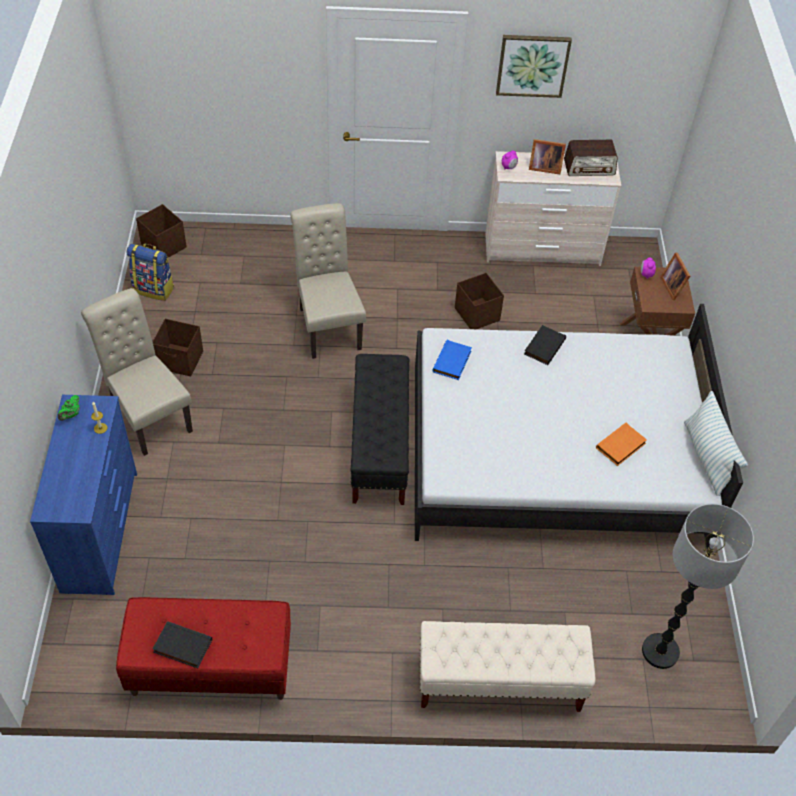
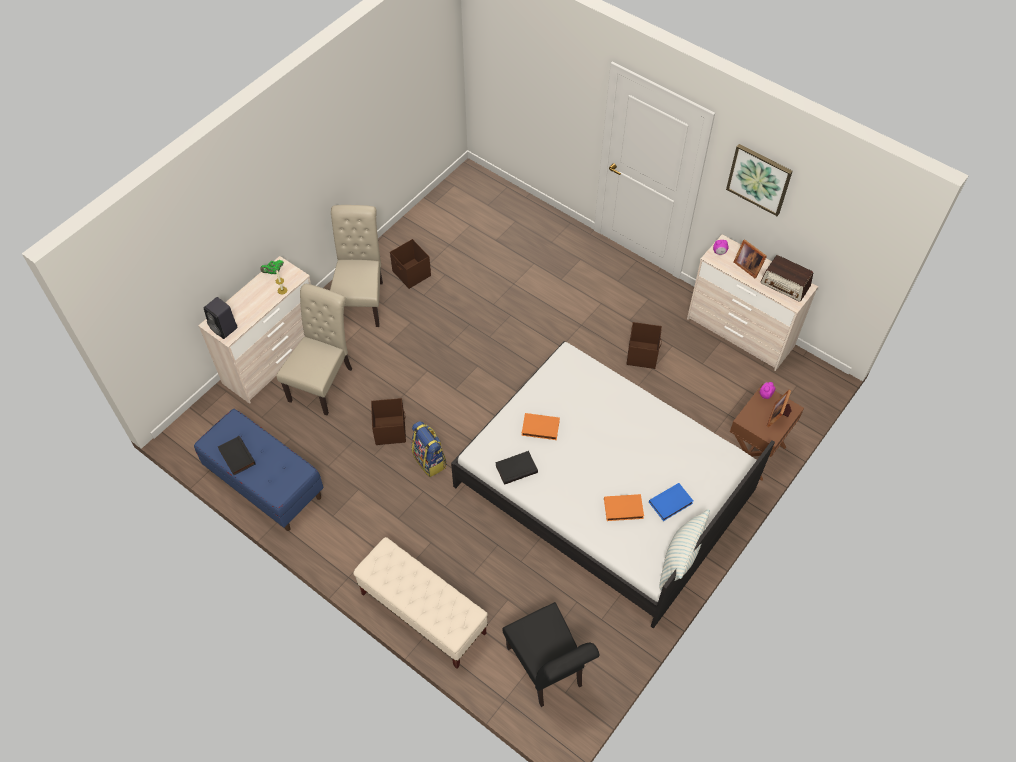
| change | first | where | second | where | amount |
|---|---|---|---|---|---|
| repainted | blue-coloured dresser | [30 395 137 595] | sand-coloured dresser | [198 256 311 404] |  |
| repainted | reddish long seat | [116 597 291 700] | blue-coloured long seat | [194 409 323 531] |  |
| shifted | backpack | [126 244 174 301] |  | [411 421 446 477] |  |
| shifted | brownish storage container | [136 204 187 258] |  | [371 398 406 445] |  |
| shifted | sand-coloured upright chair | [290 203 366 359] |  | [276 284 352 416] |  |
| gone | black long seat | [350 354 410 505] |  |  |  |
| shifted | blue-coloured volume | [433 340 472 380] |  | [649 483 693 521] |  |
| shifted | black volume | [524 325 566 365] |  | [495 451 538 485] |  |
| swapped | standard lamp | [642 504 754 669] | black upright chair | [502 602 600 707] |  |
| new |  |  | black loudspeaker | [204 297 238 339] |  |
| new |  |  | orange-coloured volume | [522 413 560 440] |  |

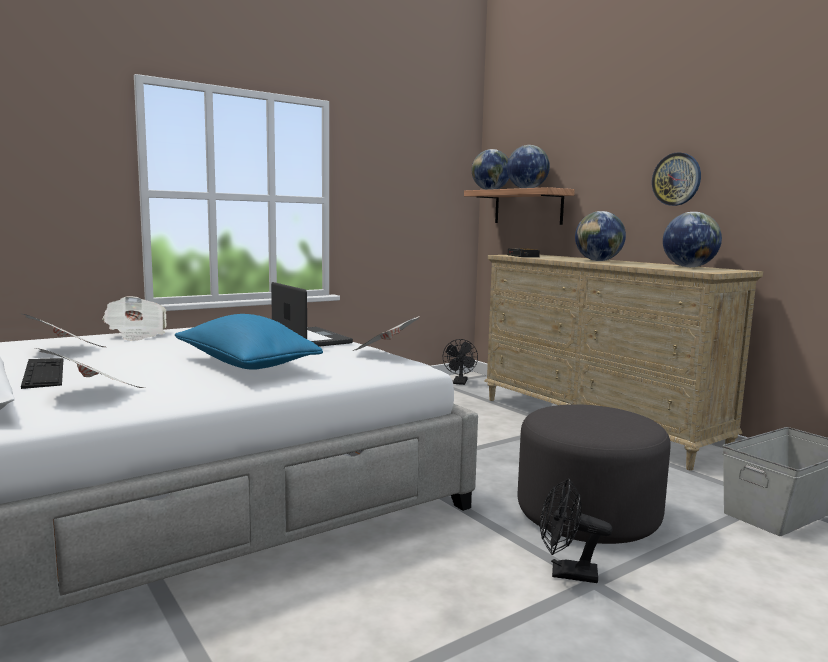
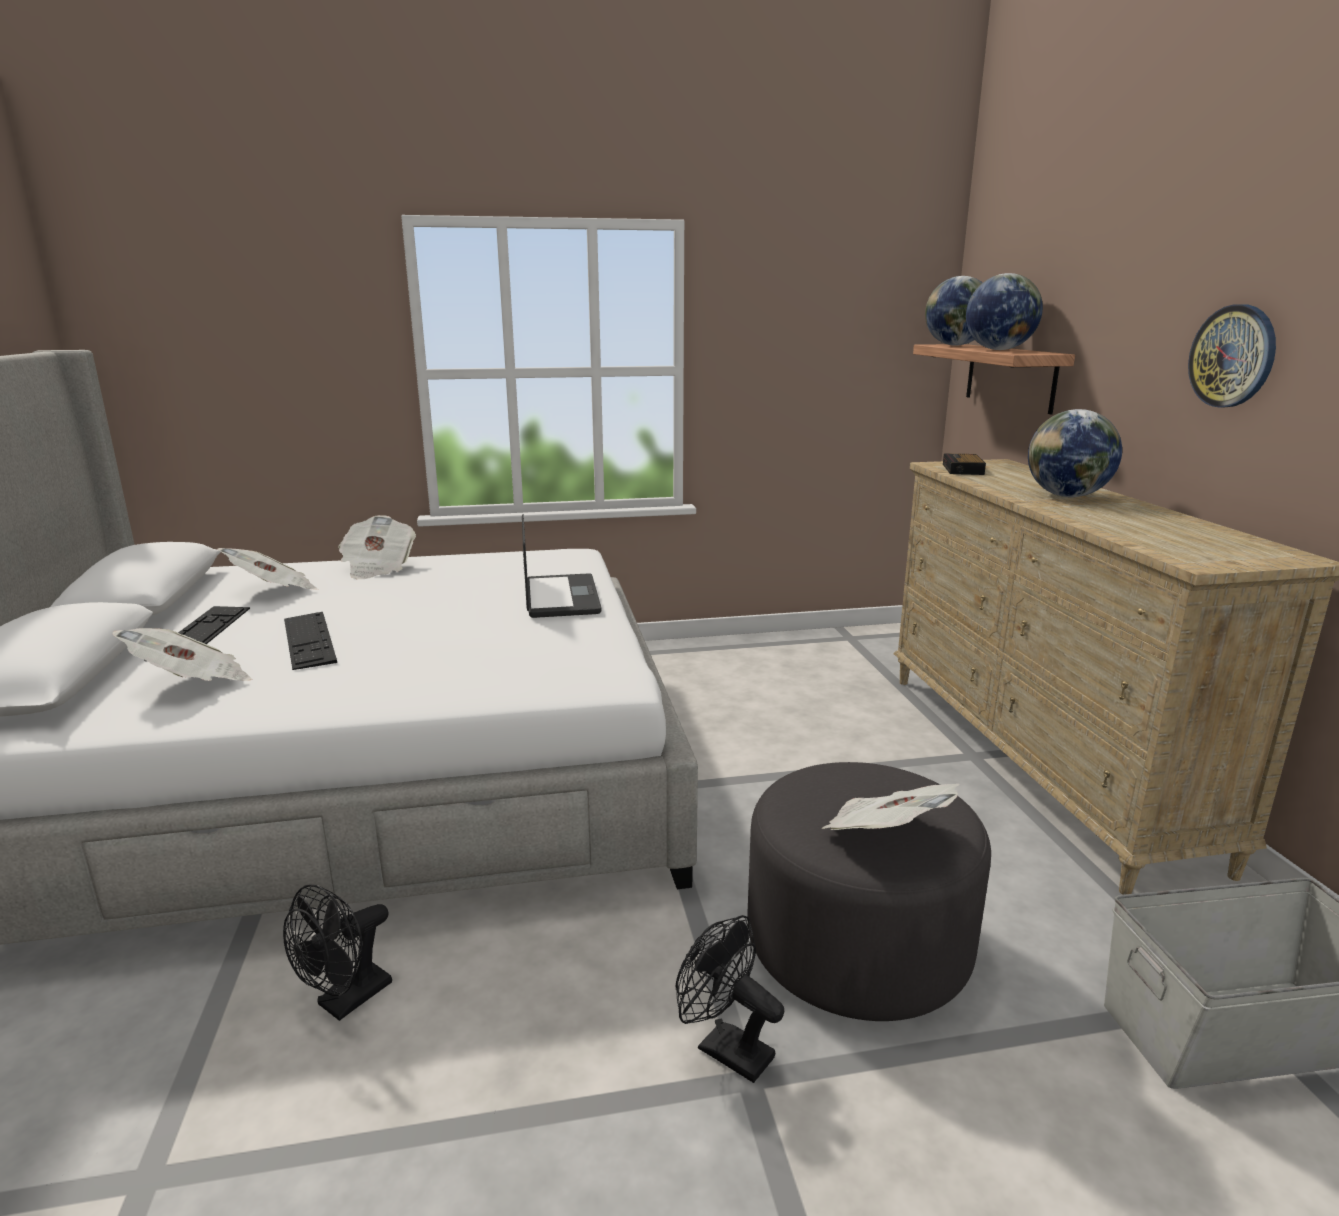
| change | first | where | second | where | amount |
|---|---|---|---|---|---|
| gone | blue-coloured pillow | [175 314 323 369] |  |  |  |
| shifted | newspaper | [353 316 419 351] |  | [821 784 960 830] |  |
| shifted | black cooling fan | [443 339 478 385] |  | [283 884 392 1021] |  |
| gone | desk globe | [663 212 722 267] |  |  |  |
| new |  |  | PC keyboard | [284 612 337 670] |  |

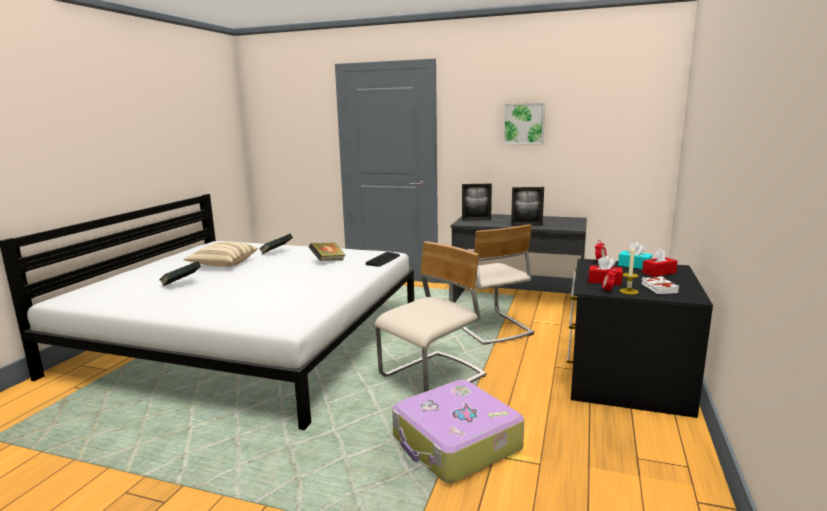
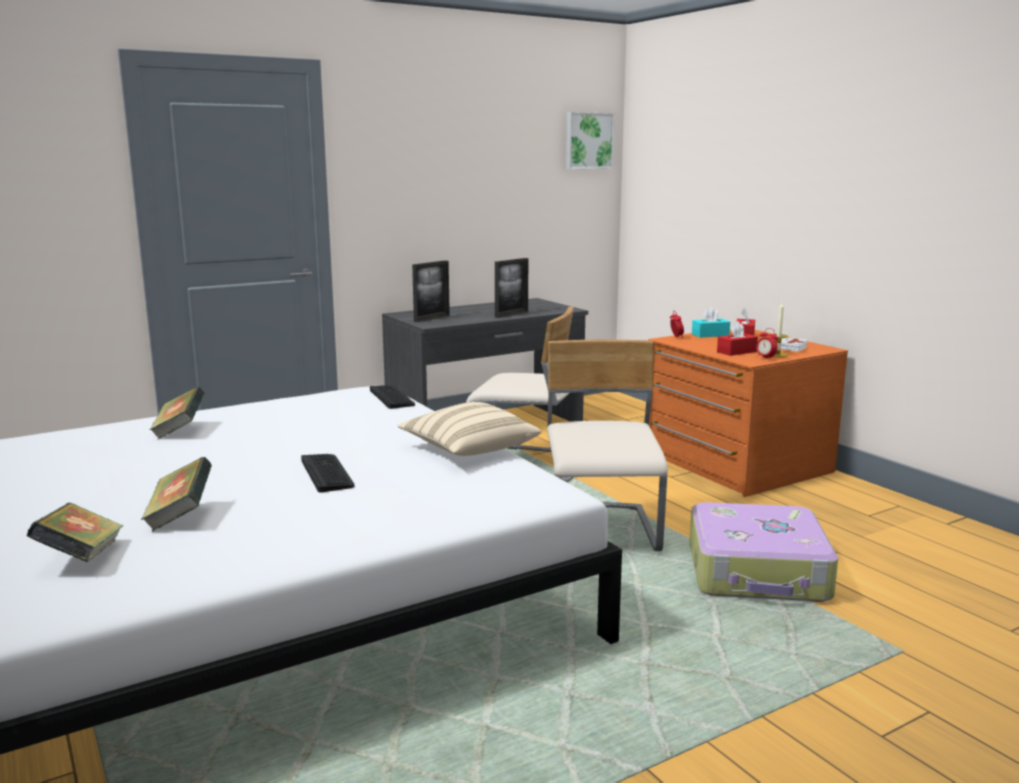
| change | first | where | second | where | amount |
|---|---|---|---|---|---|
| shifted | sand-coloured pillow | [184 242 258 267] |  | [398 402 541 456] |  |
| shifted | volume | [309 243 346 261] |  | [27 503 123 562] |  |
| shifted | wall art | [503 103 545 144] |  | [566 112 615 169] |  |
| repainted | black dresser | [567 259 713 418] | orange-coloured dresser | [648 329 848 497] |  |
| new |  |  | PC keyboard | [301 454 354 493] |  |

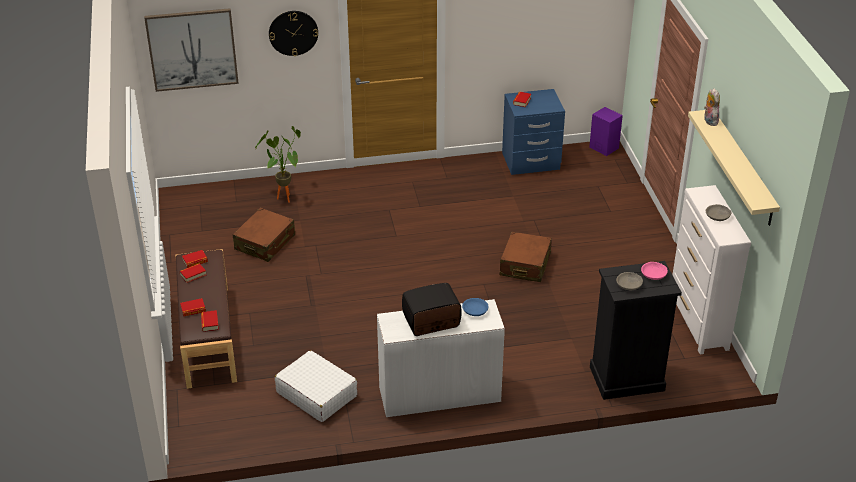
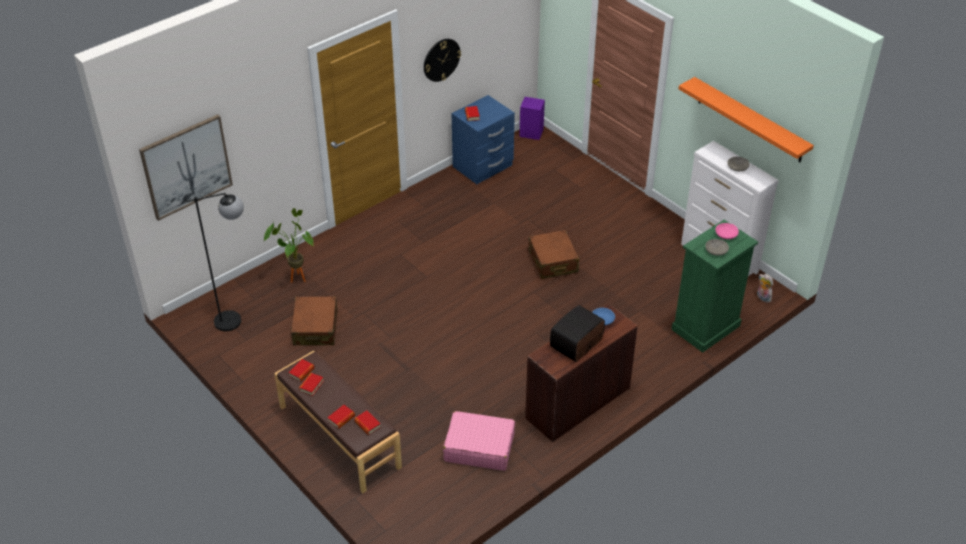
| change | first | where | second | where | amount |
|---|---|---|---|---|---|
| shifted | wall clock | [269 11 318 56] |  | [424 39 461 82] |  |
| repainted | white-coloured suitcase | [275 350 357 422] | pink-coloured suitcase | [443 411 515 471] |  |
| repainted | white-coloured desk table | [377 299 505 417] | brownish desk table | [525 304 638 442] |  |
| repainted | black dresser | [590 261 682 400] | green-coloured dresser | [671 220 758 353] |  |
| repainted | sand-coloured wall shelf | [688 110 780 226] | orange-coloured wall shelf | [678 77 814 162] |  |
| shifted | soft toy | [704 88 720 126] |  | [757 274 773 303] |  |
| new |  |  | black standard lamp | [185 193 244 331] |  |

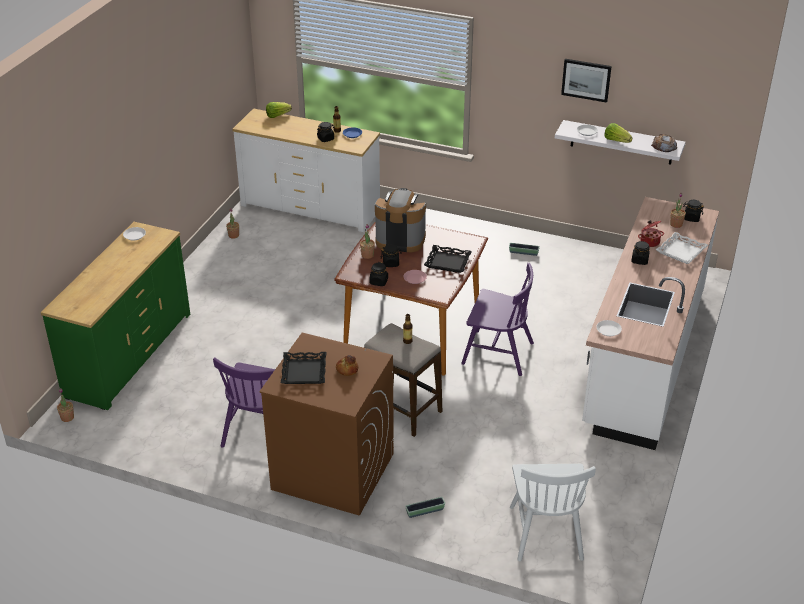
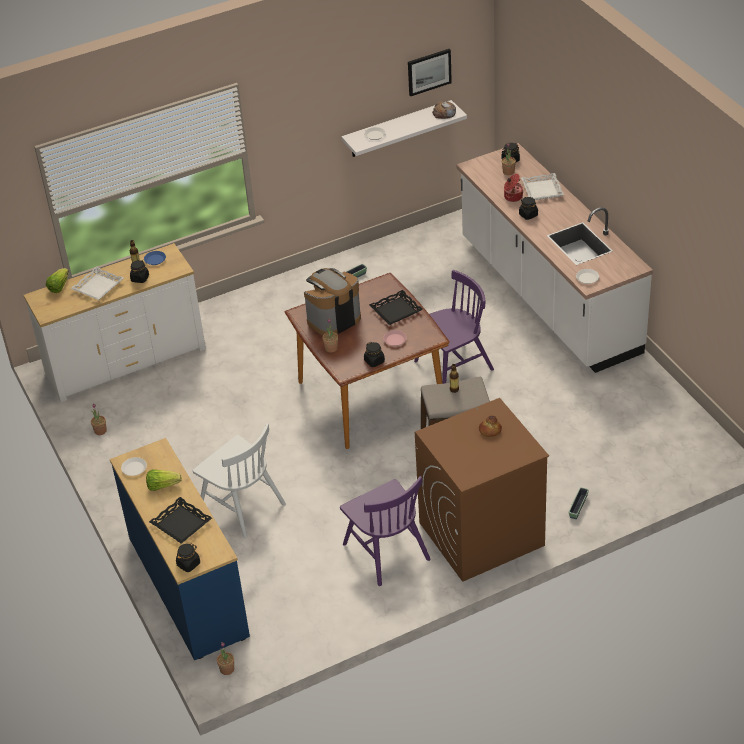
| change | first | where | second | where | amount |
|---|---|---|---|---|---|
| repainted | green-coloured dresser | [41 222 190 410] | blue-coloured dresser | [110 438 250 660] |  |
| shifted | black carrying tray | [281 352 326 384] |  | [149 497 212 544] |  |
| shifted | black jar | [381 244 402 267] |  | [176 543 200 572] |  |
| shifted | white-coloured upright chair | [510 464 596 562] |  | [193 423 286 538] |  |
| shifted | wall art | [561 59 612 103] |  | [408 49 452 96] |  |
| shifted | lettuce | [604 123 632 143] |  | [146 469 182 491] |  |
| new |  |  | white-coloured carrying tray | [70 267 123 300] |  |

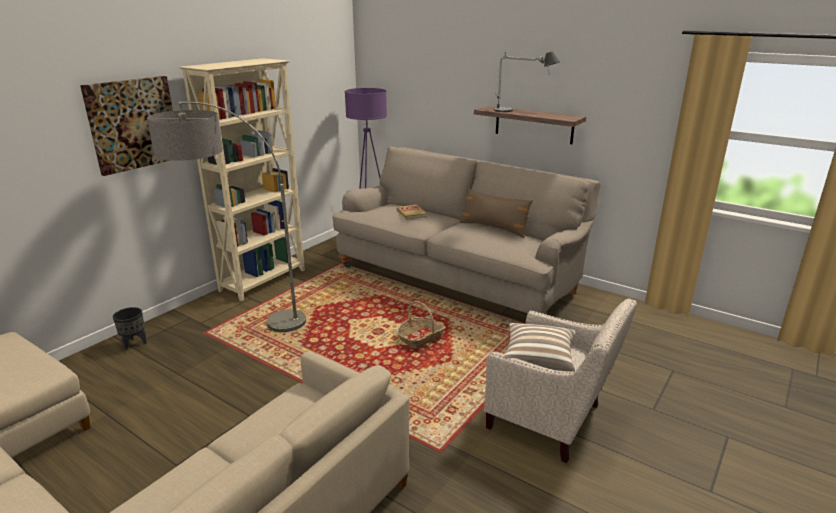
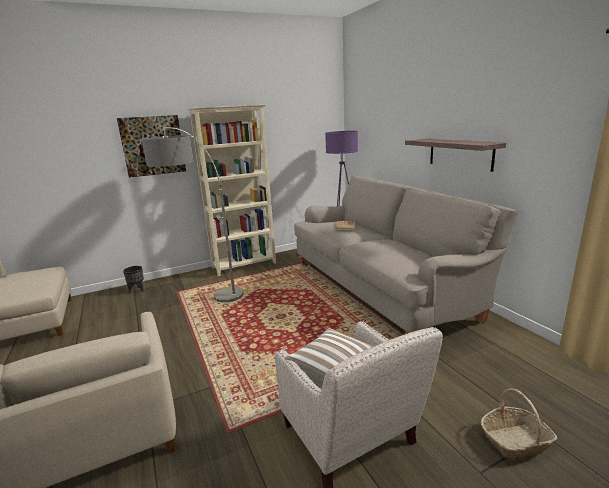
| change | first | where | second | where | amount |
|---|---|---|---|---|---|
| shifted | household basket | [396 301 446 349] |  | [481 388 558 458] |  |
| gone | brownish pillow | [459 188 533 238] |  |  |  |
| gone | table lamp | [494 51 560 112] |  |  |  |

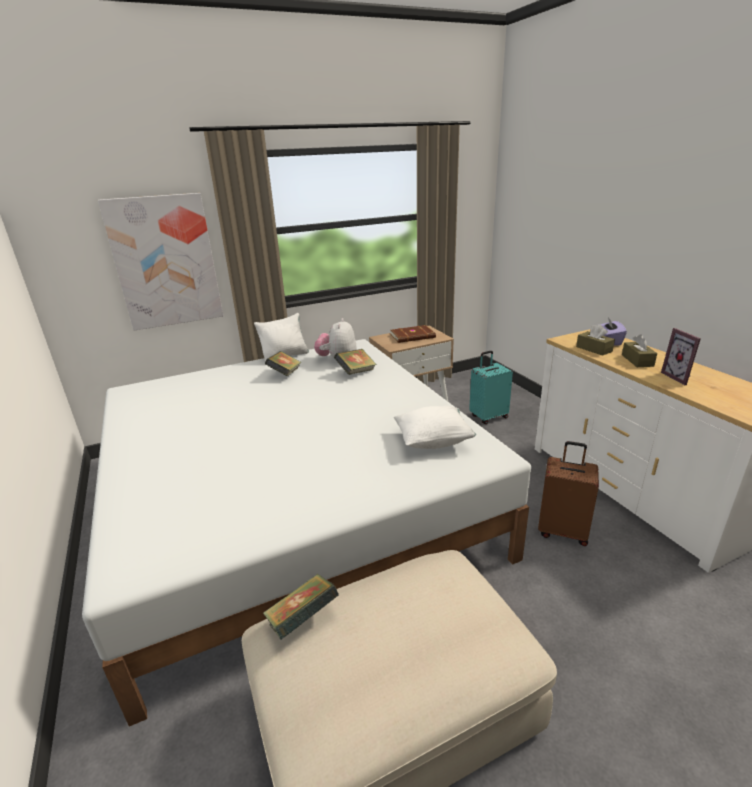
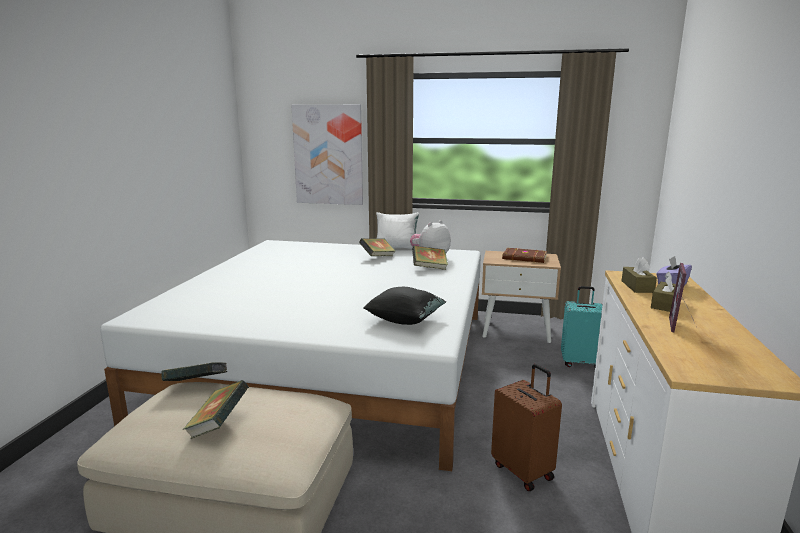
| change | first | where | second | where | amount |
|---|---|---|---|---|---|
| repainted | white-coloured pillow | [394 406 476 449] | black pillow | [363 287 446 325] |  |
| new |  |  | volume | [183 380 249 439] |  |

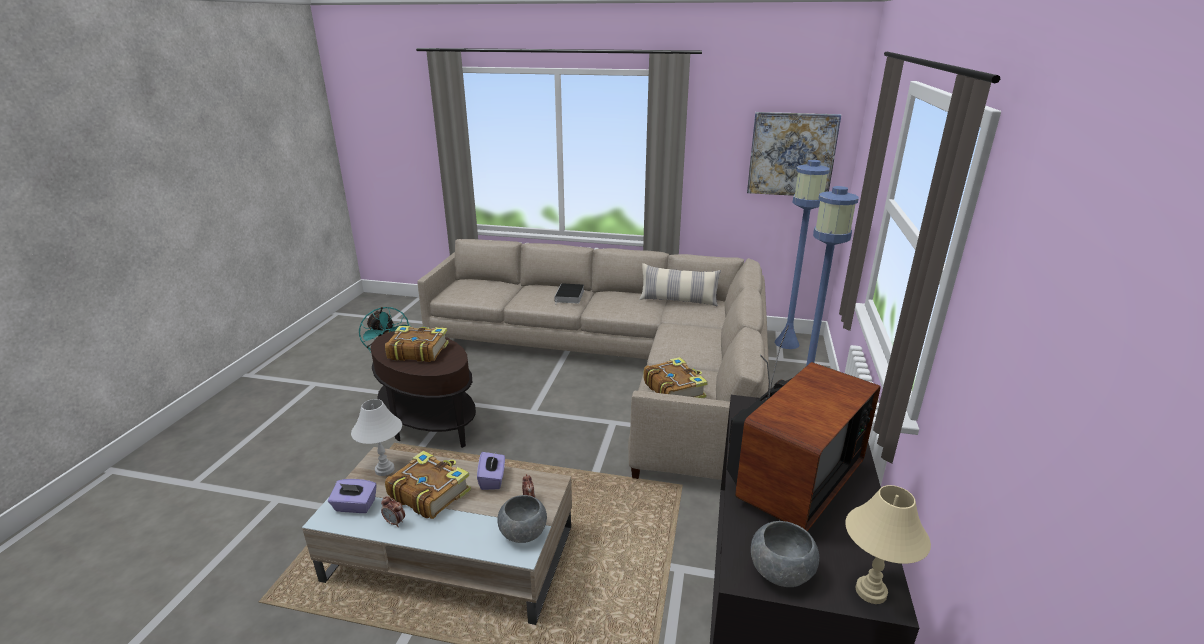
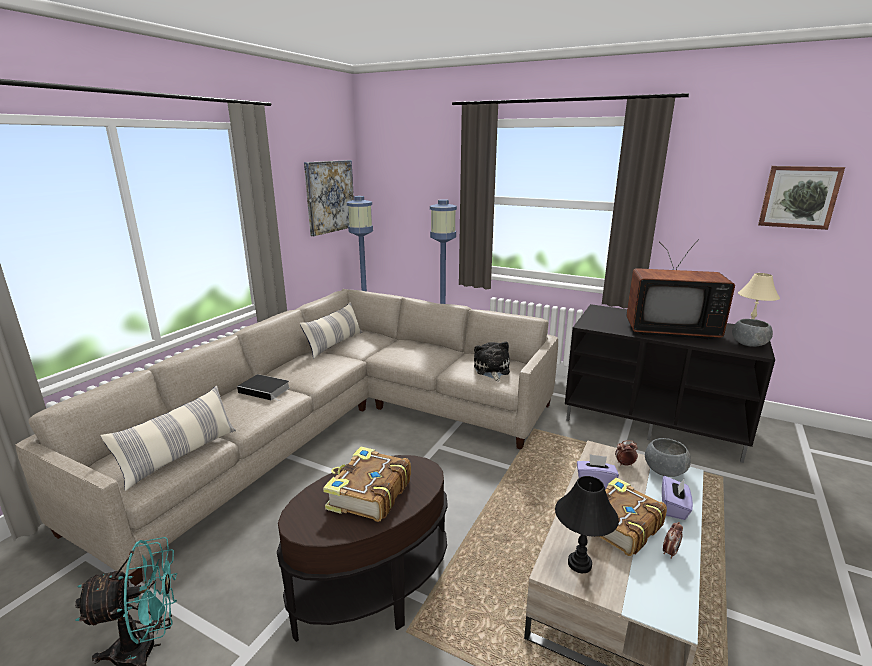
| change | first | where | second | where | amount |
|---|---|---|---|---|---|
| shifted | purple-coloured tissue holder | [328 479 377 513] |  | [662 476 693 520] |  |
| repainted | white-coloured table lamp | [351 399 402 476] | black table lamp | [555 476 619 574] |  |
| swapped | volume | [643 357 708 398] | soft toy | [474 342 510 382] |  |
| rotated | TV | [727 326 881 531] |  | [626 240 735 339] | 135 degrees clockwise |
| new |  |  | pillow | [100 386 236 491] |  |
| new |  |  | wall art | [758 166 845 230] |  |

